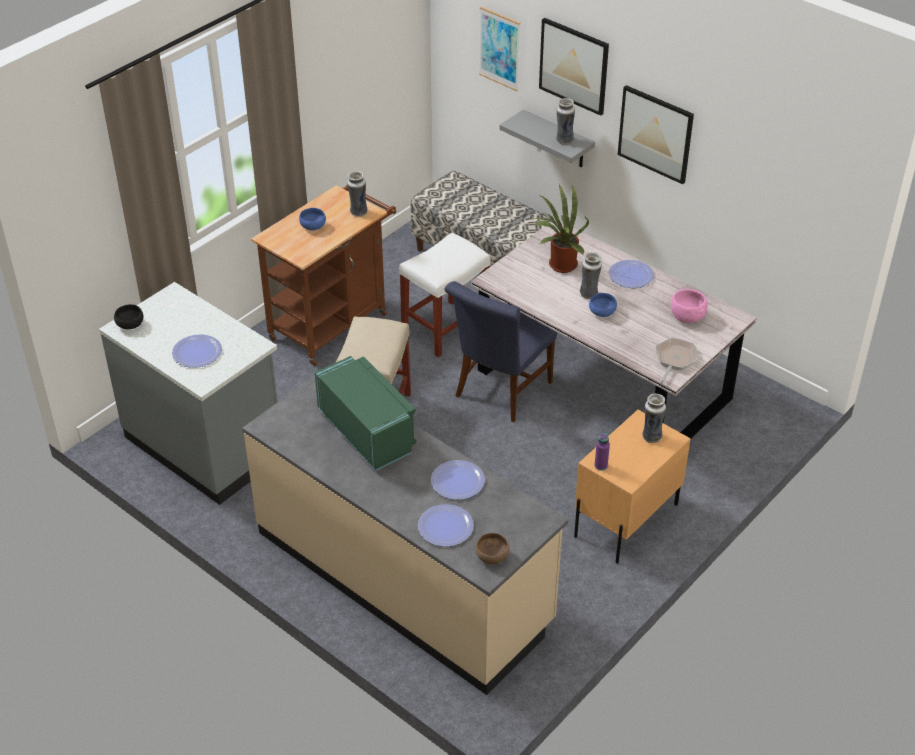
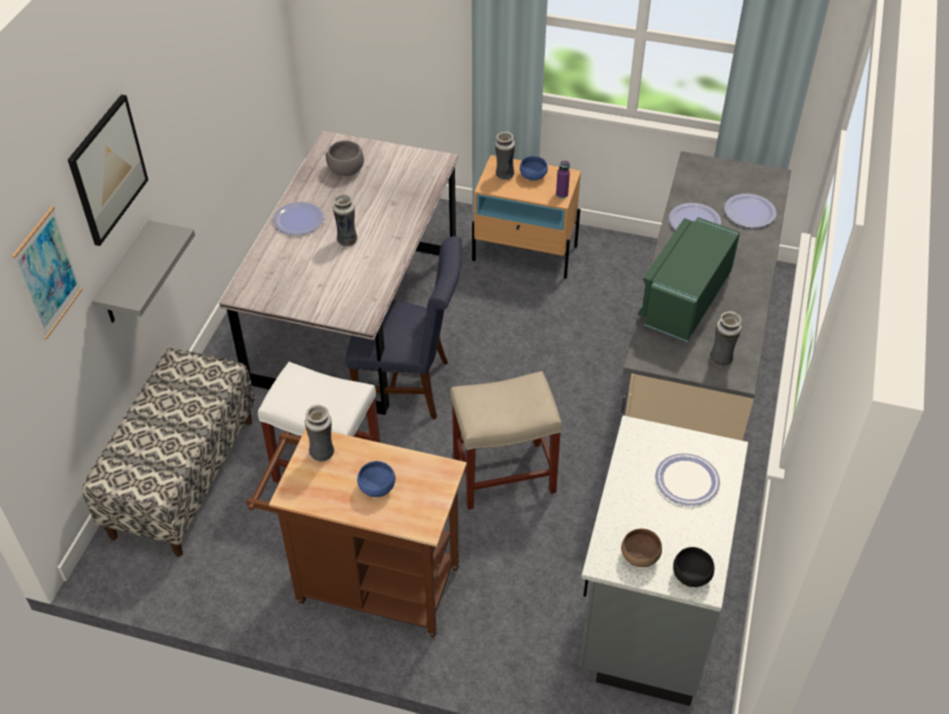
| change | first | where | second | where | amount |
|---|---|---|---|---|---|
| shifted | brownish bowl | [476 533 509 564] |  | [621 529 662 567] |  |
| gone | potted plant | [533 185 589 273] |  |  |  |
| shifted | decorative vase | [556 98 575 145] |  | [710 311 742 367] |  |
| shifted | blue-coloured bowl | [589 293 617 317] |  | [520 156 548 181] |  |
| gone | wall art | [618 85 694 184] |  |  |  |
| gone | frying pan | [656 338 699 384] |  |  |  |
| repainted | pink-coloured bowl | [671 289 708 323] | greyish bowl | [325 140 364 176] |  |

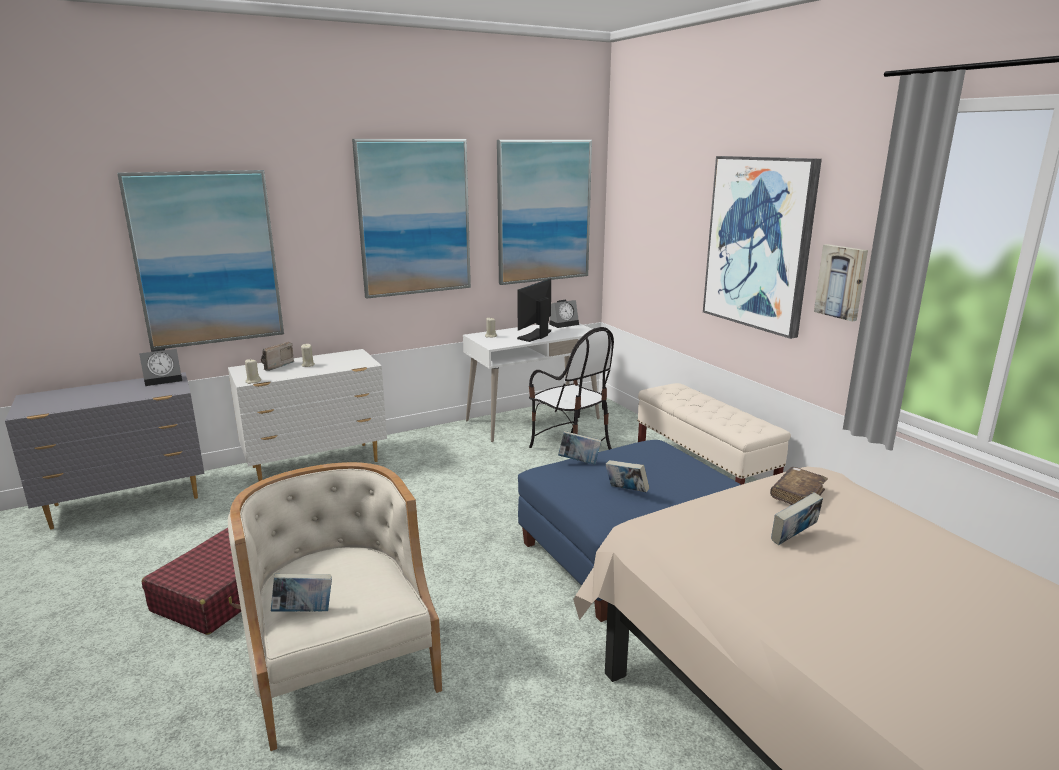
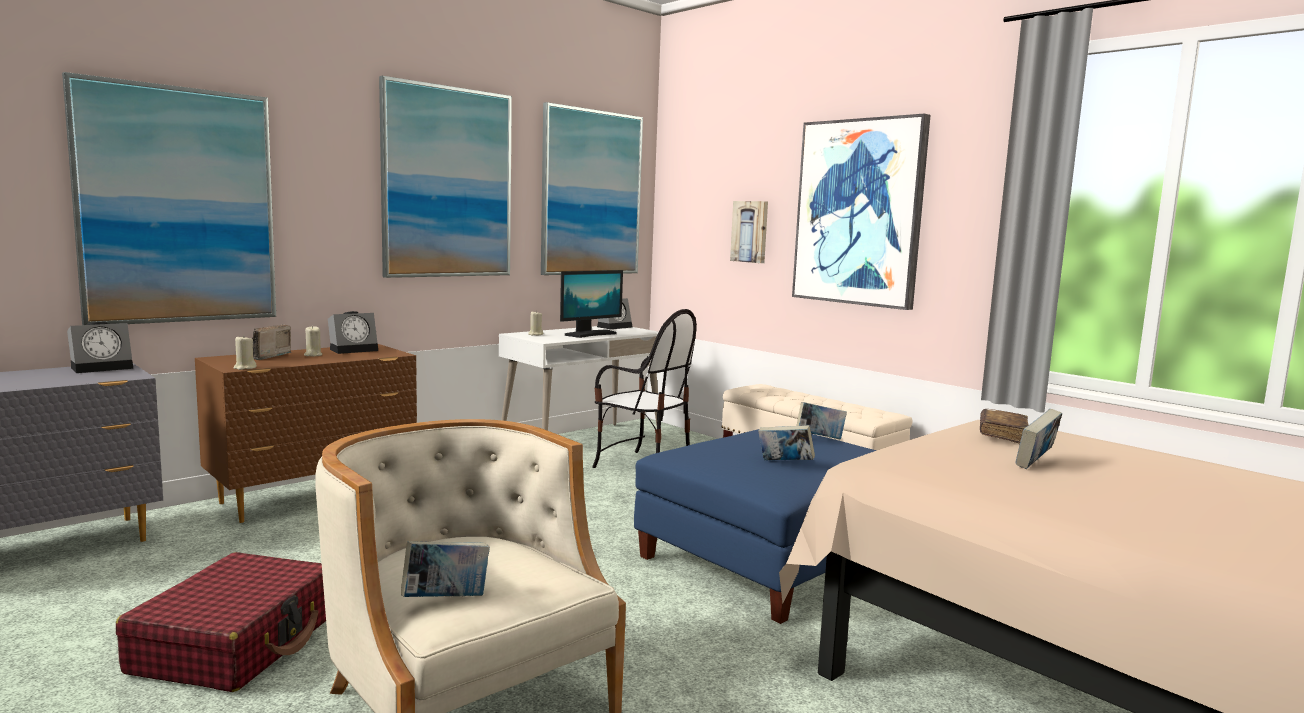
| change | first | where | second | where | amount |
|---|---|---|---|---|---|
| repainted | white-coloured dresser | [228 349 387 481] | brownish dresser | [195 344 417 523] |  |
| rotated | monitor | [517 278 551 342] |  | [560 270 623 338] | 150 degrees counterclockwise |
| shifted | volume | [558 431 601 465] |  | [796 402 847 439] |  |
| shifted | wall art | [814 244 868 322] |  | [730 201 768 263] |  |
| new |  |  | bedside clock | [328 311 378 354] |  |

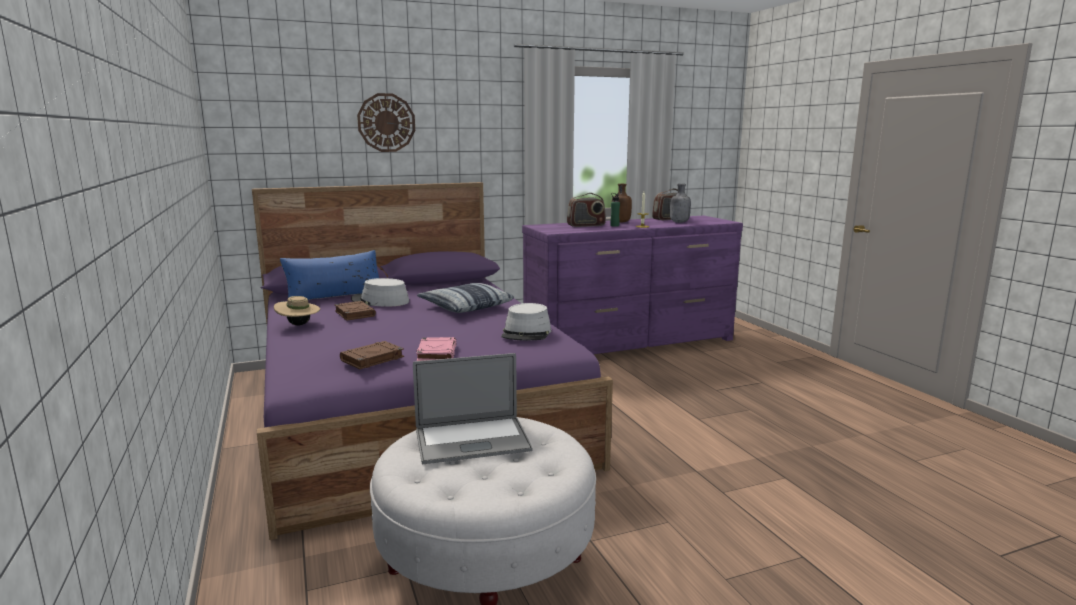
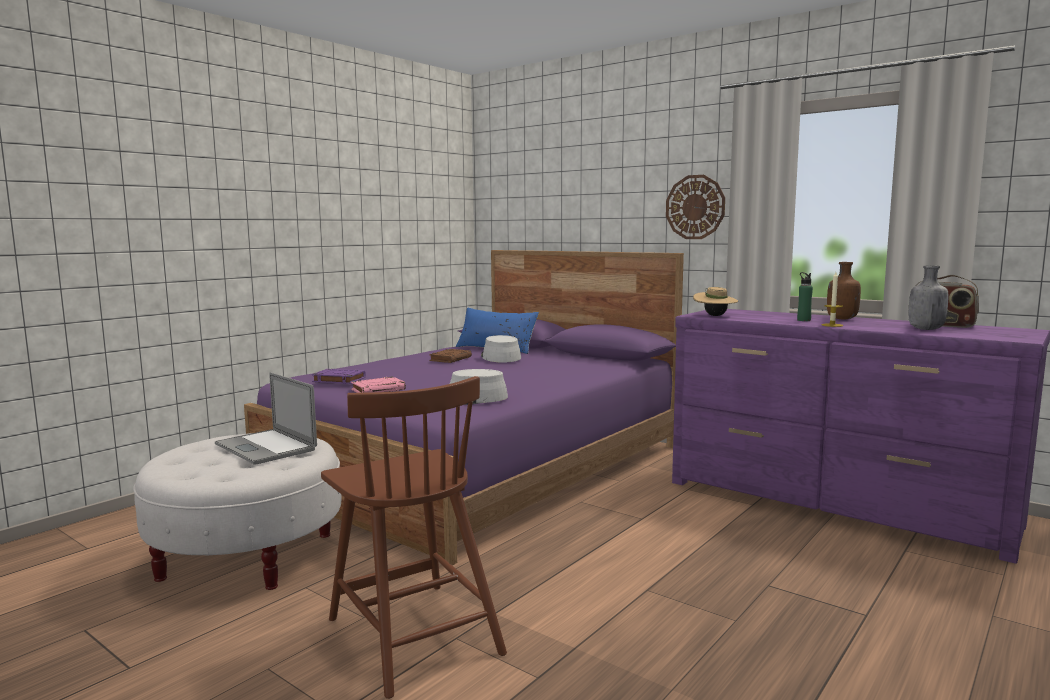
| change | first | where | second | where | amount |
|---|---|---|---|---|---|
| shifted | sand-coloured wearable hat | [274 296 320 326] |  | [693 287 738 316] |  |
| repainted | brownish volume | [340 341 404 369] | purple-coloured volume | [312 369 366 384] |  |
| shifted | wall clock | [357 93 415 152] |  | [666 175 725 239] |  |
| gone | pillow | [417 283 514 313] |  |  |  |
| gone | radio | [567 193 606 227] |  |  |  |
| new |  |  | brownish upright chair | [321 376 507 699] |  |

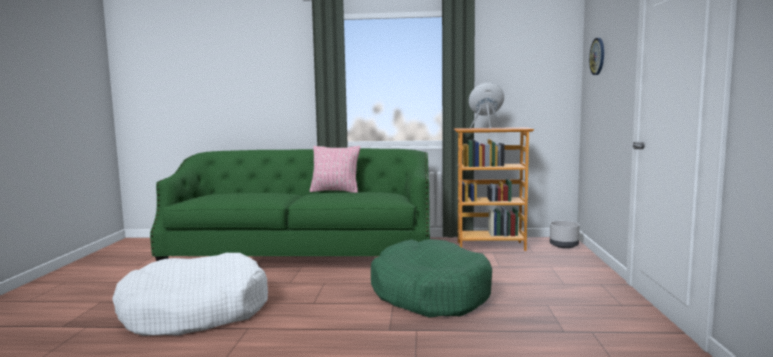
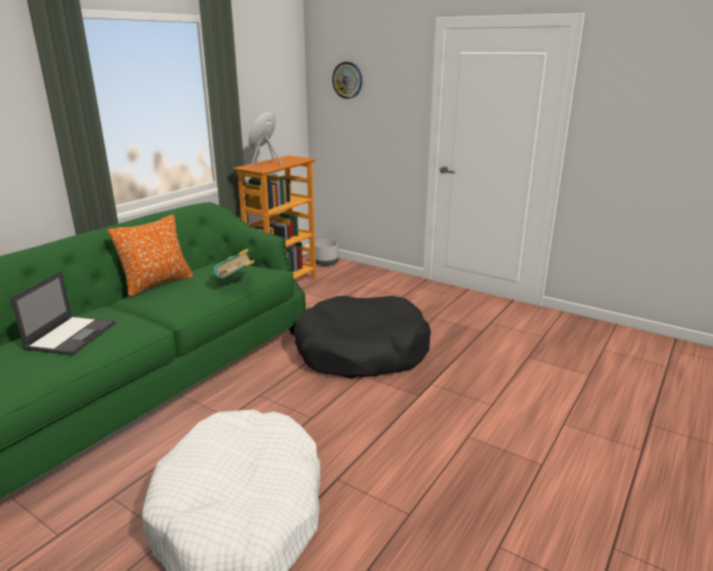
| change | first | where | second | where | amount |
|---|---|---|---|---|---|
| repainted | pink-coloured pillow | [310 146 360 193] | orange-coloured pillow | [108 215 193 297] |  |
| repainted | green-coloured dog bed | [371 239 492 318] | black dog bed | [293 296 431 378] |  |
| new |  |  | laptop | [10 271 115 355] |  |
| new |  |  | volume | [214 249 255 280] |  |

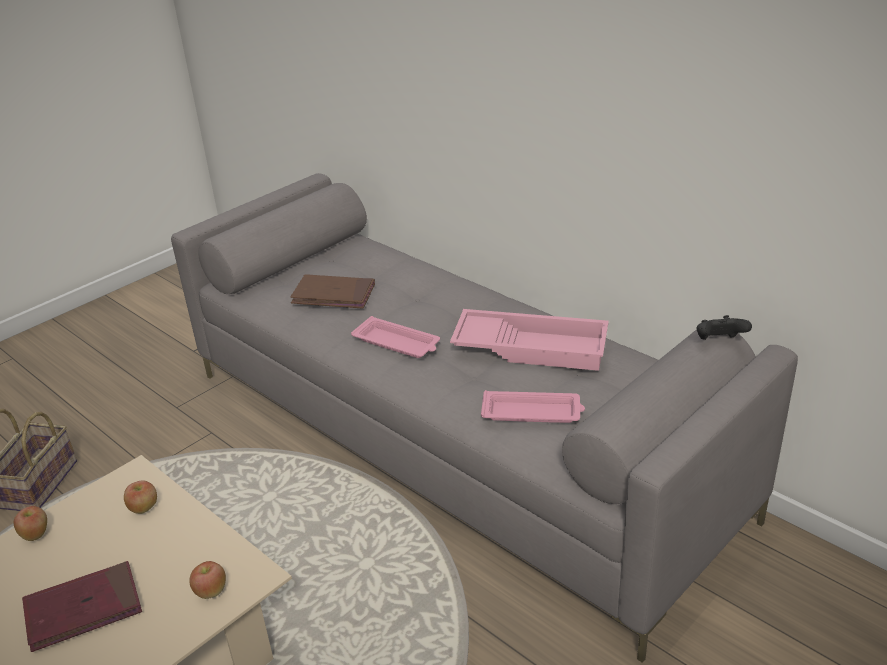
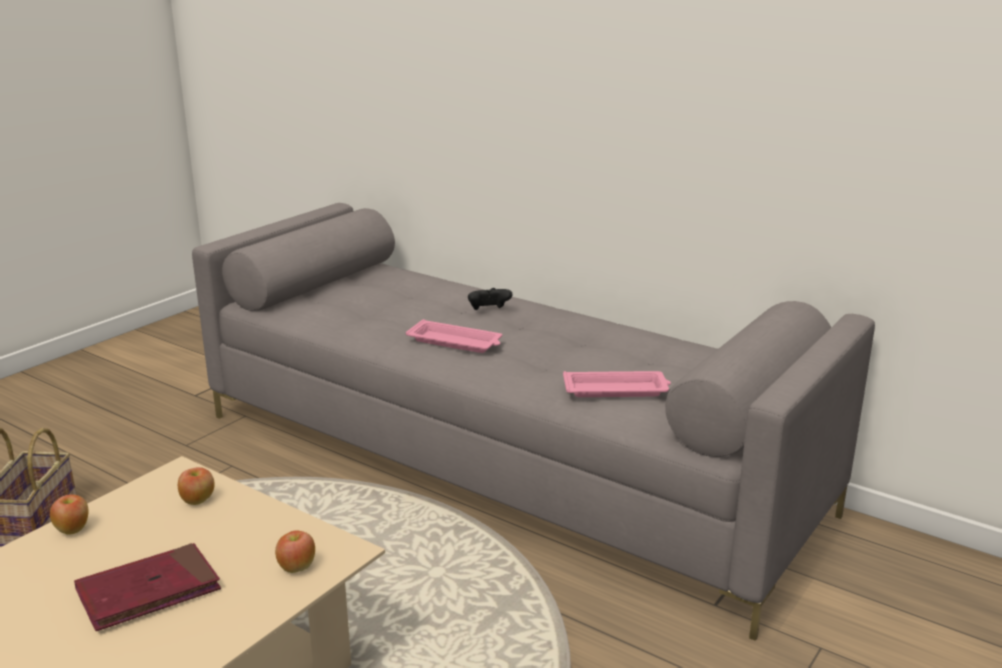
| change | first | where | second | where | amount |
|---|---|---|---|---|---|
| gone | brownish volume | [290 274 375 309] |  |  |  |
| gone | pink-coloured carrying tray | [450 309 609 371] |  |  |  |
| shifted | black joypad | [696 315 752 340] |  | [468 288 513 310] |  |

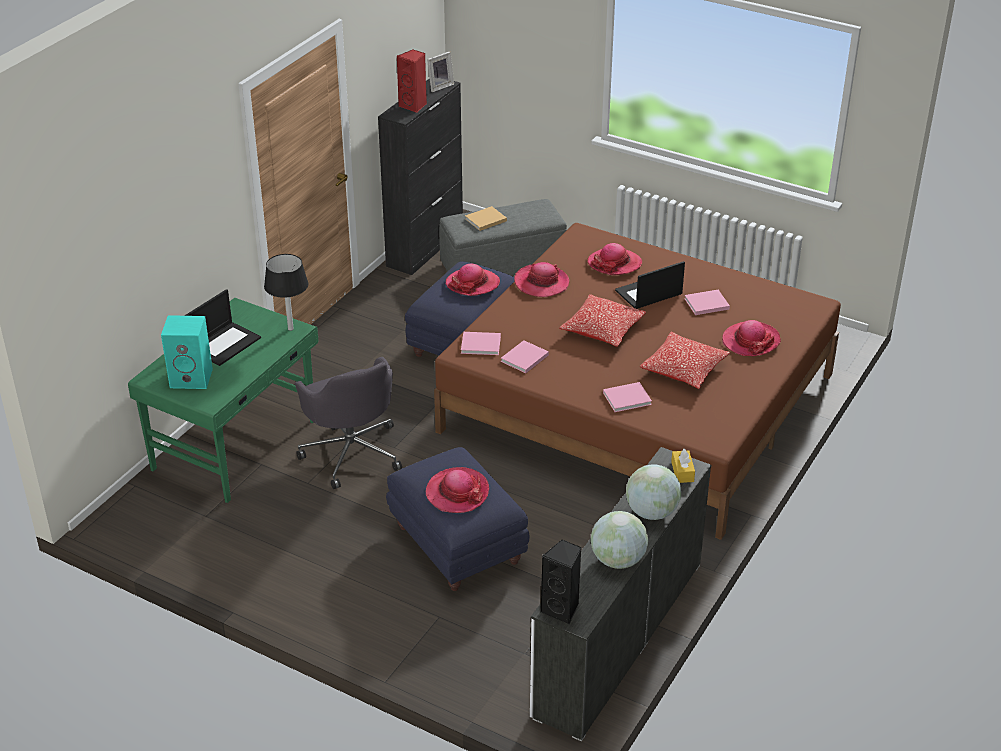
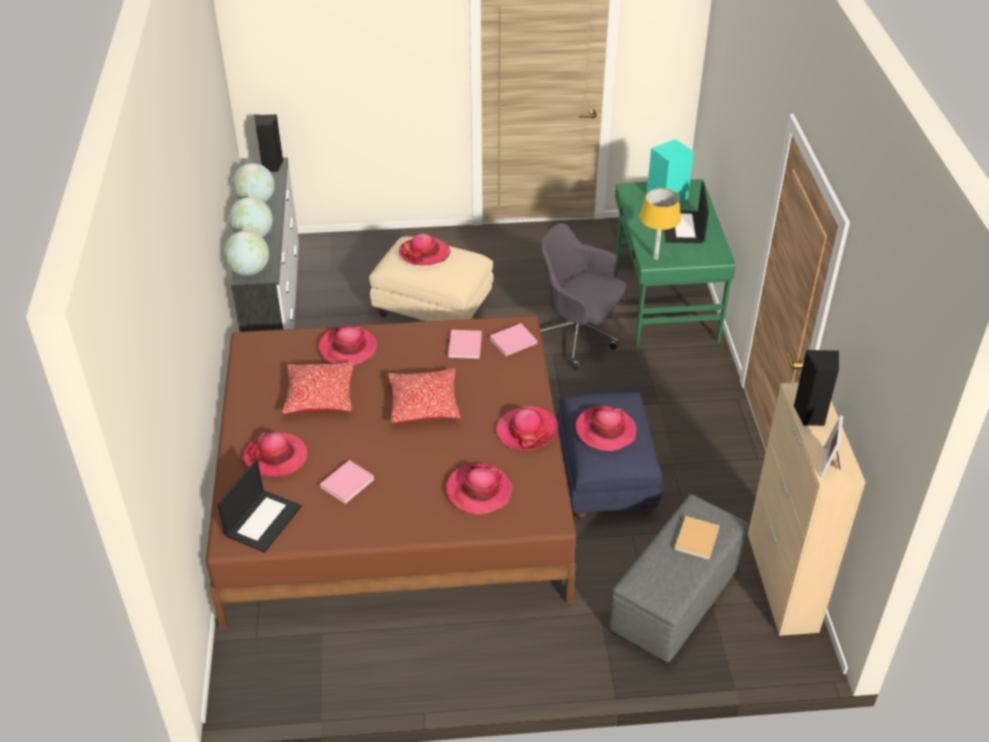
| change | first | where | second | where | amount |
|---|---|---|---|---|---|
| repainted | black table lamp | [264 254 308 331] | yellow table lamp | [640 188 681 260] |  |
| repainted | black storage cabinet | [378 78 463 275] | sand-coloured storage cabinet | [748 382 866 636] |  |
| repainted | blue-coloured footrest | [386 447 529 591] | sand-coloured footrest | [369 236 494 321] |  |
| repainted | reddish loudspeaker | [396 49 427 113] | black loudspeaker | [794 349 839 426] |  |
| swapped | pink-coloured volume | [603 382 652 412] | wearable hat | [319 326 377 365] |  |
| shifted | laptop | [615 261 685 309] |  | [217 460 302 553] |  |
| swapped | yellow tissue holder | [671 449 695 483] | desk globe | [223 231 269 276] |  |

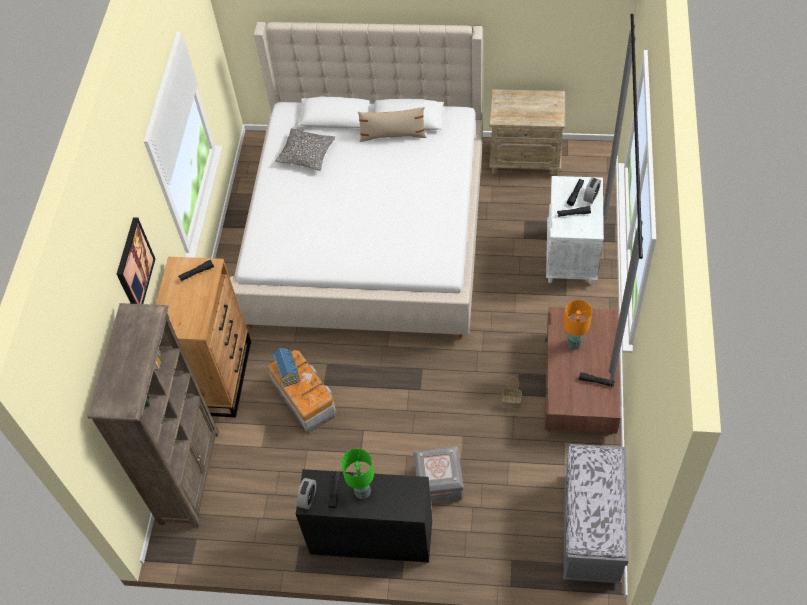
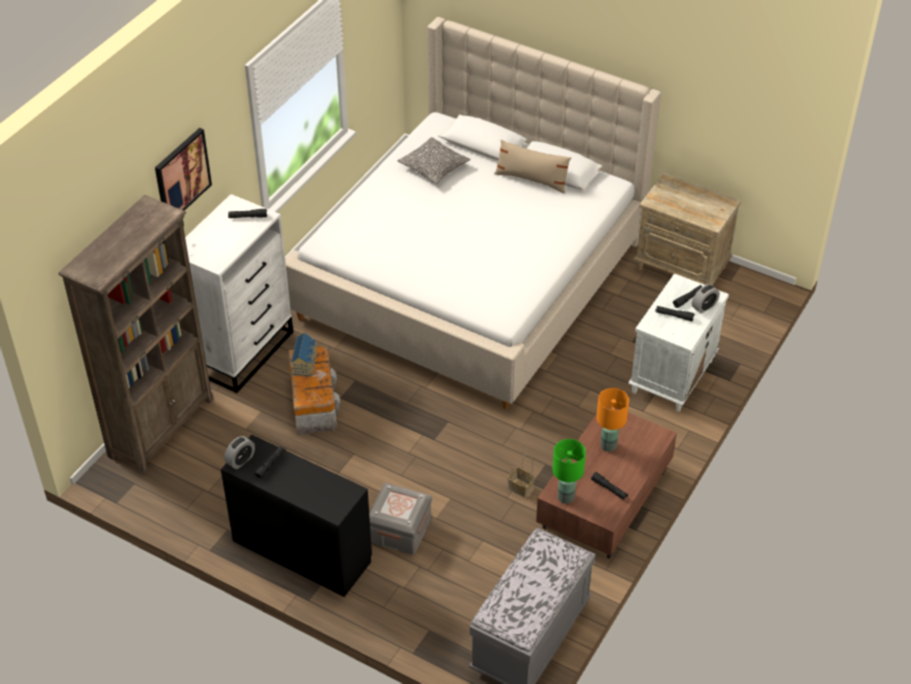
| change | first | where | second | where | amount |
|---|---|---|---|---|---|
| repainted | brownish dresser | [155 257 251 418] | white-coloured dresser | [185 194 293 393] |  |
| shifted | green-coloured table lamp | [341 449 374 499] |  | [553 439 586 504] |  |

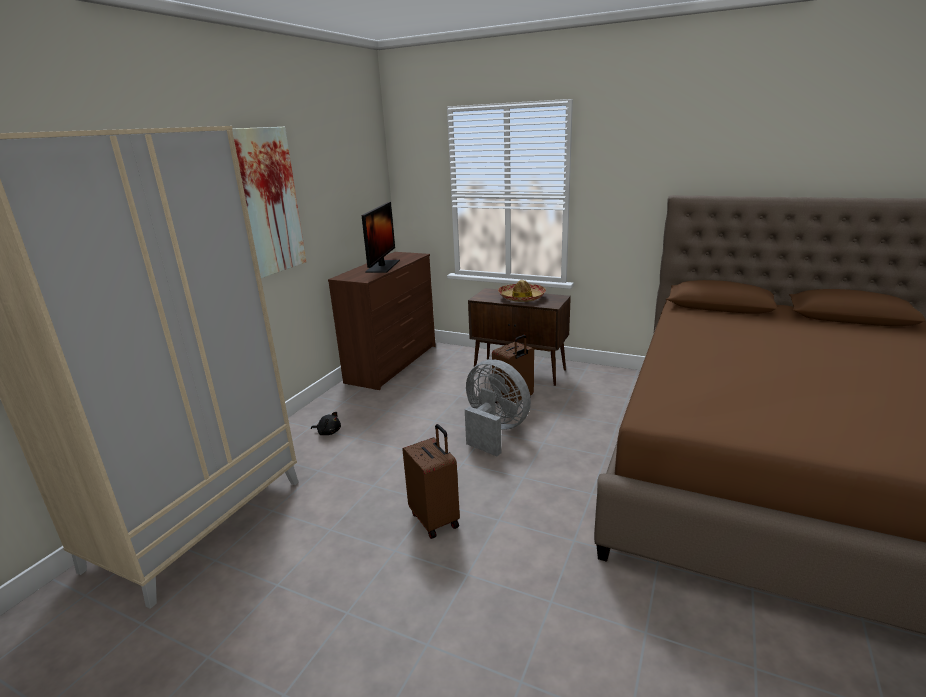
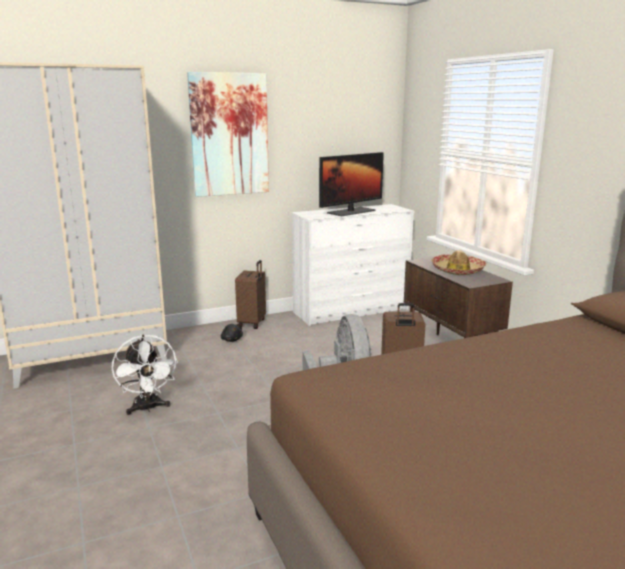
| change | first | where | second | where | amount |
|---|---|---|---|---|---|
| repainted | brownish dresser | [328 252 435 390] | white-coloured dresser | [292 204 415 326] |  |
| shifted | brownish suitcase | [402 424 460 539] |  | [235 260 266 329] |  |
| new |  |  | white-coloured cooling fan | [112 334 178 415] |  |

